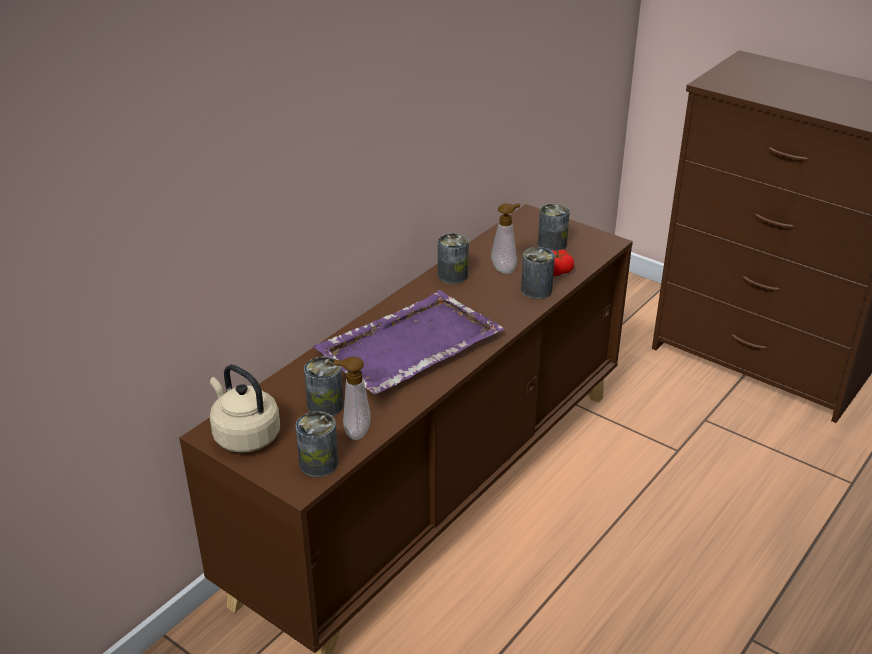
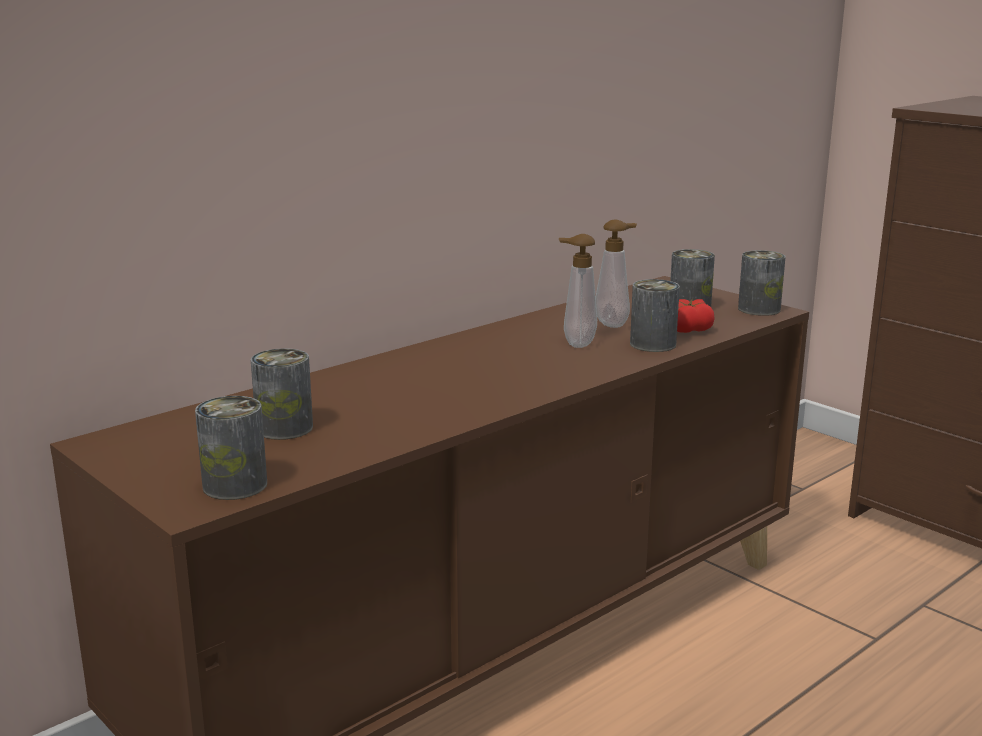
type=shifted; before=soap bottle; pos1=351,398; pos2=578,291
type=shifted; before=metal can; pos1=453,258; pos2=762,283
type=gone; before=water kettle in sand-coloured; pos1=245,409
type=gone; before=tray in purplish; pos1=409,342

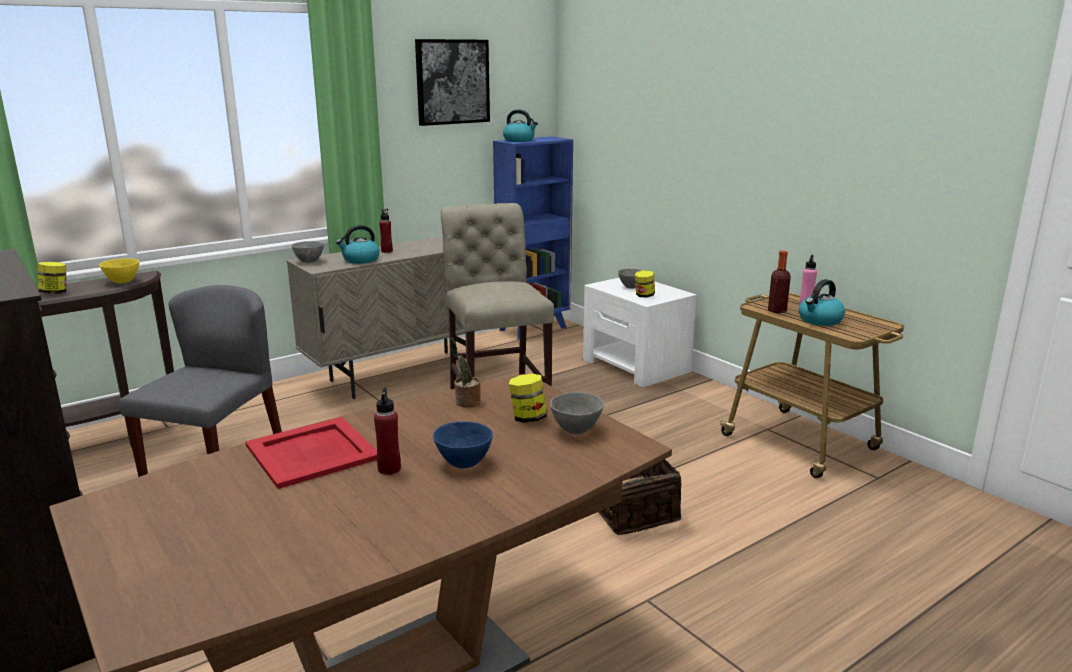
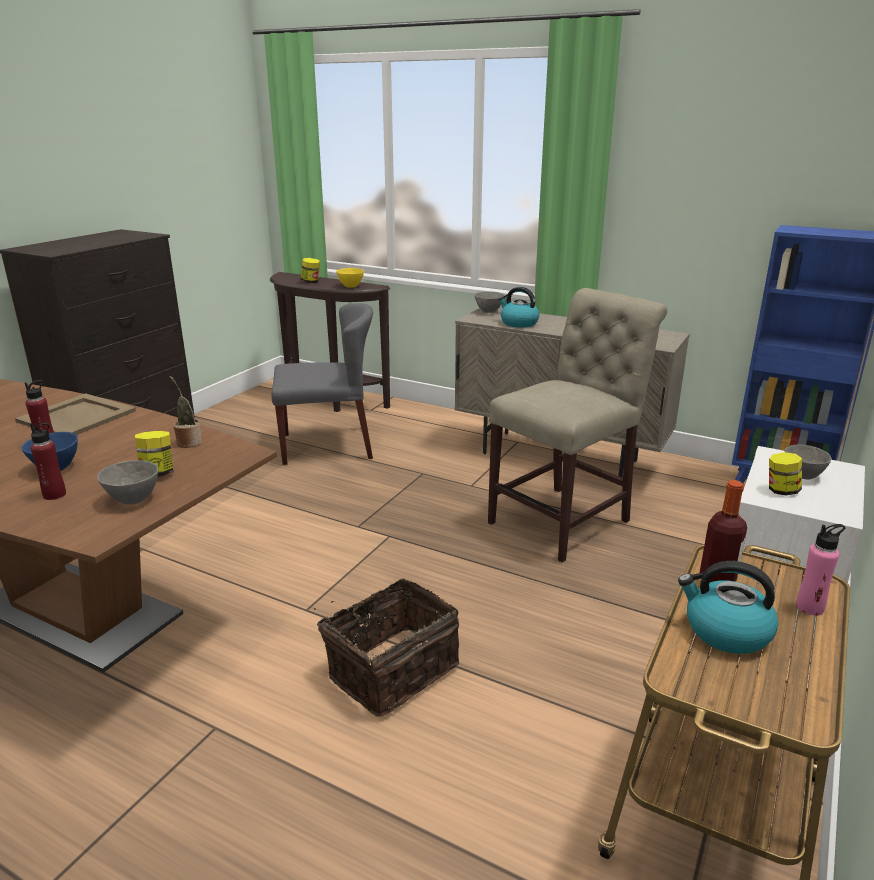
type=repainted; before=tray in reddish; after=tray in sand-coloured; pos1=311,453; pos2=75,414
type=shifted; before=drink bottle in reddish; pos1=386,231; pos2=48,461
type=gone; before=wall picture; pos1=452,82
type=gone; before=water kettle; pos1=520,125

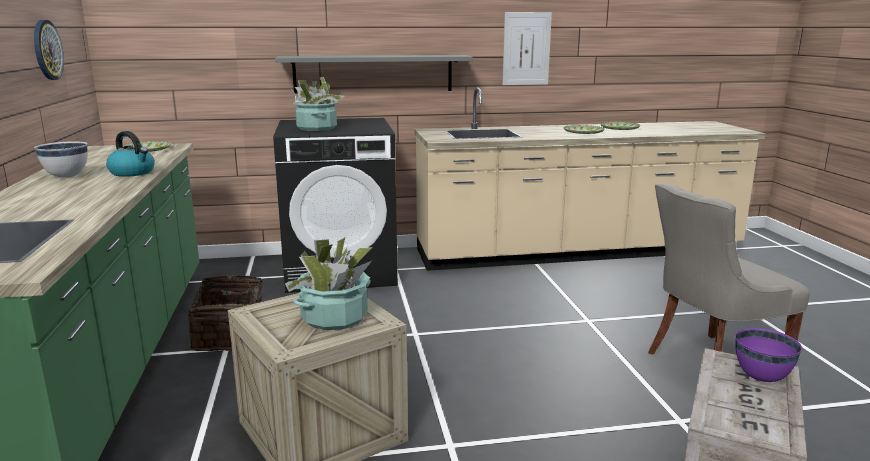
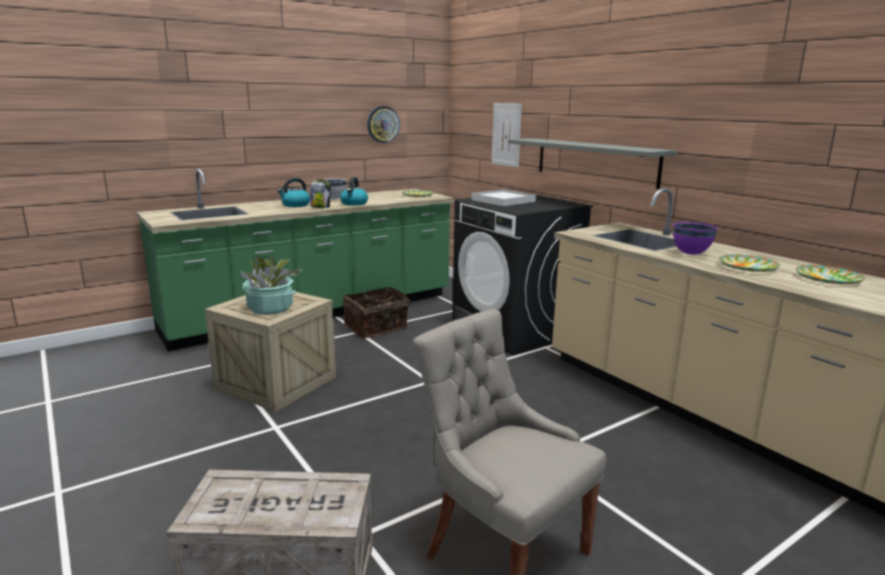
type=new; after=water kettle; pos2=293,192
type=new; after=storage jar; pos2=320,193
type=swapped; before=houseplant; after=tray in white-coloured; pos1=317,104; pos2=503,197
type=shifted; before=wall picture; pos1=527,48; pos2=506,135
type=shifted; before=serving bowl in purplish; pos1=768,355; pos2=695,238

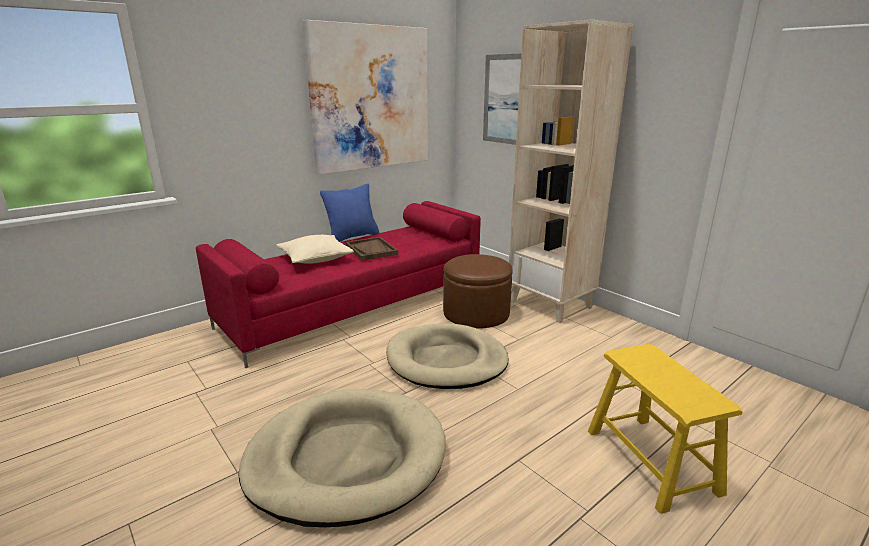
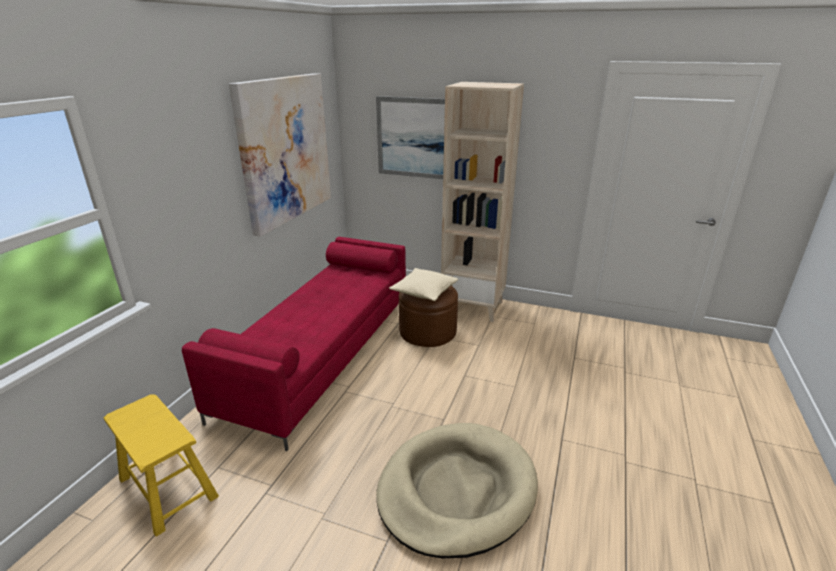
type=shifted; before=sitting stool in yellow-coloured; pos1=665,429; pos2=161,465
type=shifted; before=cushion in sand-coloured; pos1=315,249; pos2=423,284
type=gone; before=cushion in blue; pos1=349,212
type=gone; before=tray in brown; pos1=372,249
type=gone; before=dog bed in sand-coloured; pos1=447,356

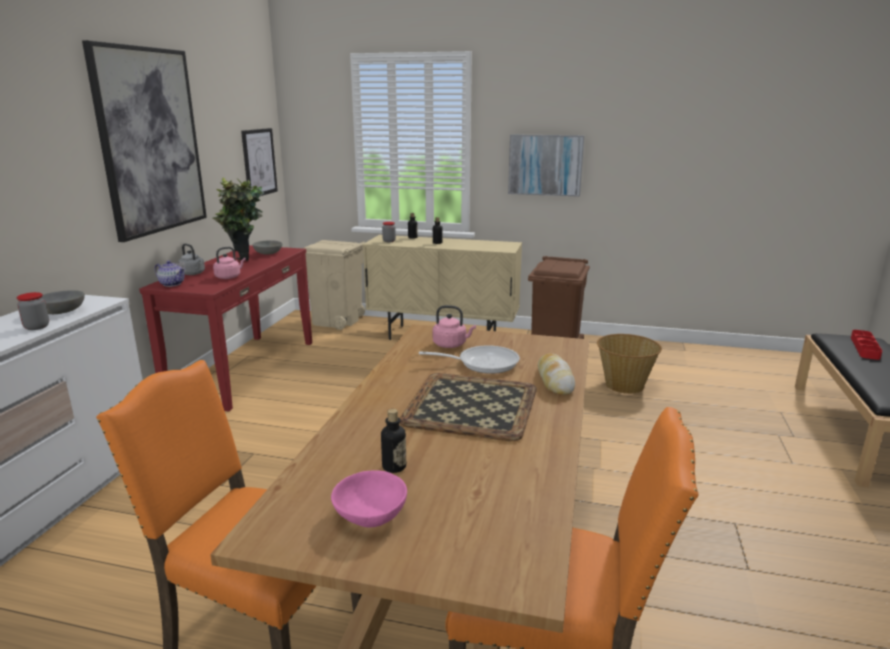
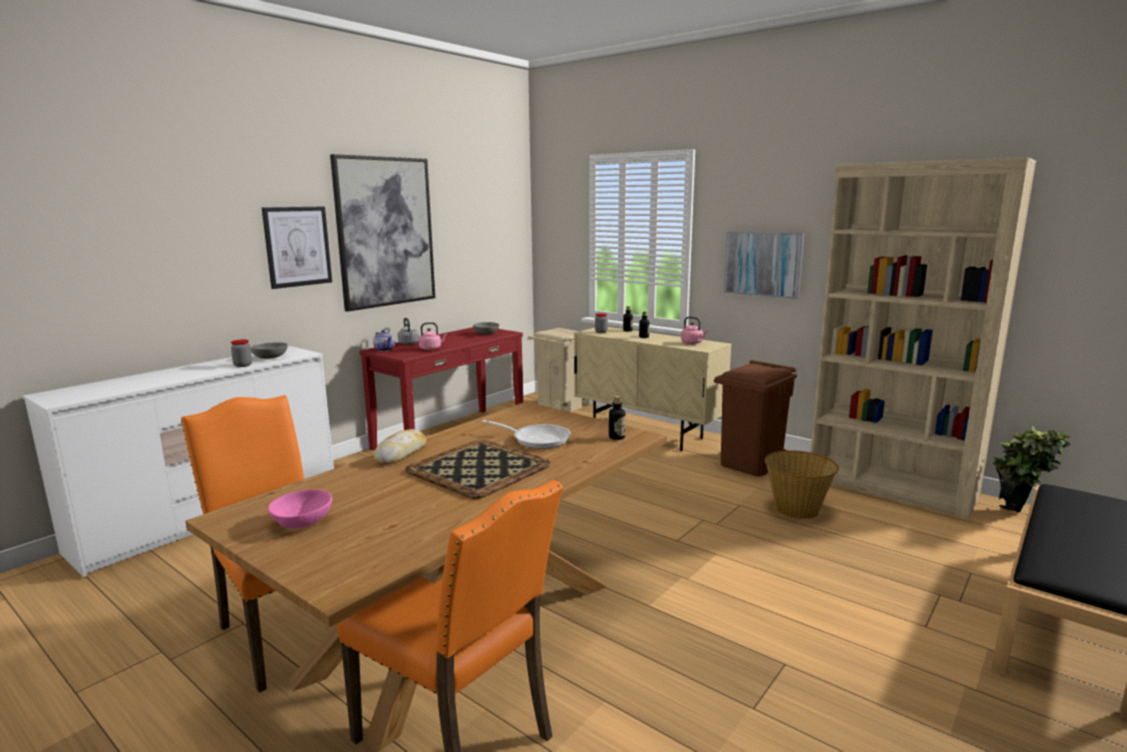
type=shifted; before=wall picture; pos1=259,162; pos2=297,248
type=shifted; before=bakery bread; pos1=556,374; pos2=400,446
type=shifted; before=drink bottle; pos1=393,441; pos2=617,418
type=shifted; before=water kettle in pink; pos1=454,326; pos2=694,330
type=new; after=bookshelf in sand-coloured; pos2=923,338
type=shifted; before=houseplant; pos1=238,219; pos2=1031,469
type=gone; before=tray in reddish; pos1=866,345

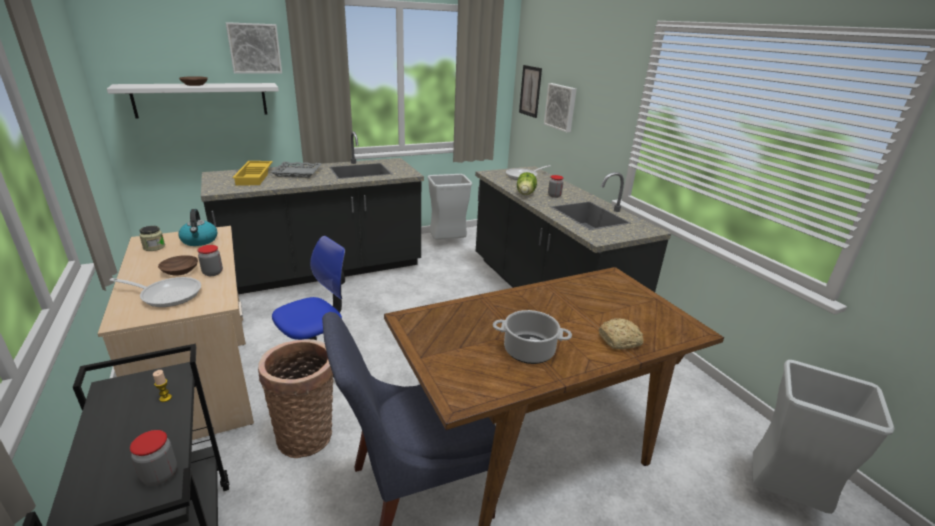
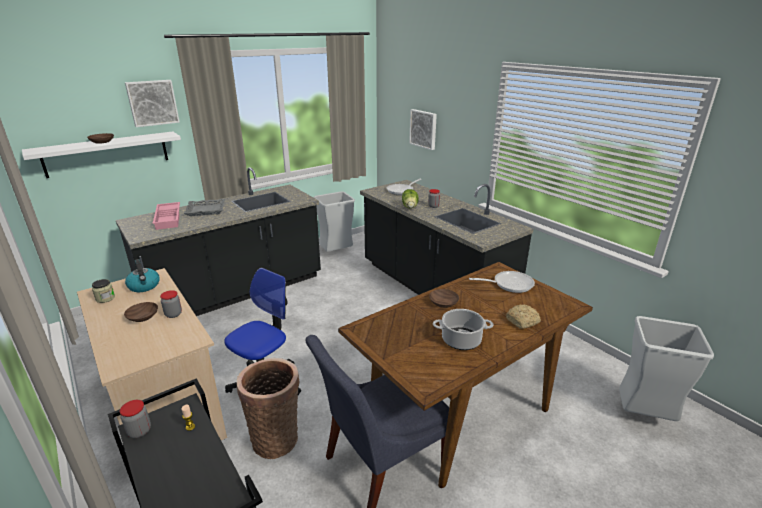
type=shifted; before=storage jar; pos1=153,458; pos2=135,419
type=repainted; before=tray in yellow-coloured; after=tray in pink; pos1=252,173; pos2=166,216
type=new; after=serving bowl in brown; pos2=444,298
type=shifted; before=skillet; pos1=155,292; pos2=502,282
type=gone; before=wall picture; pos1=530,91

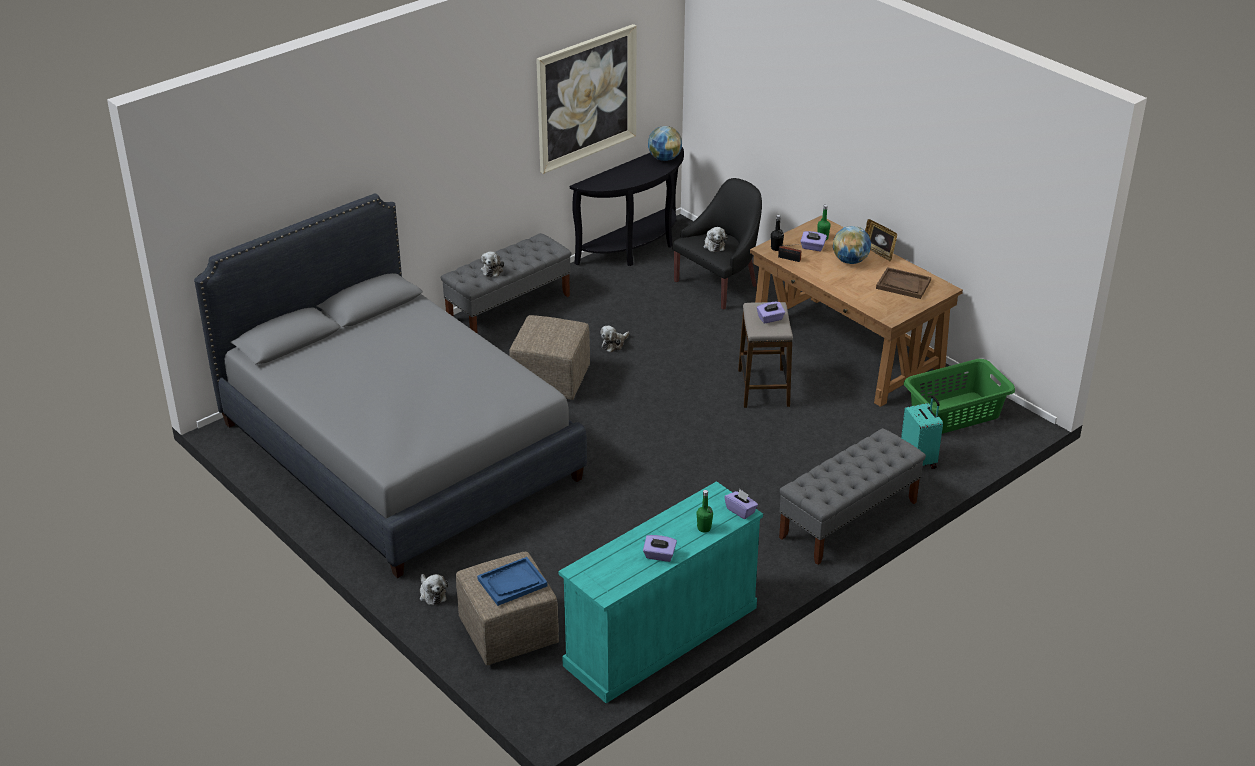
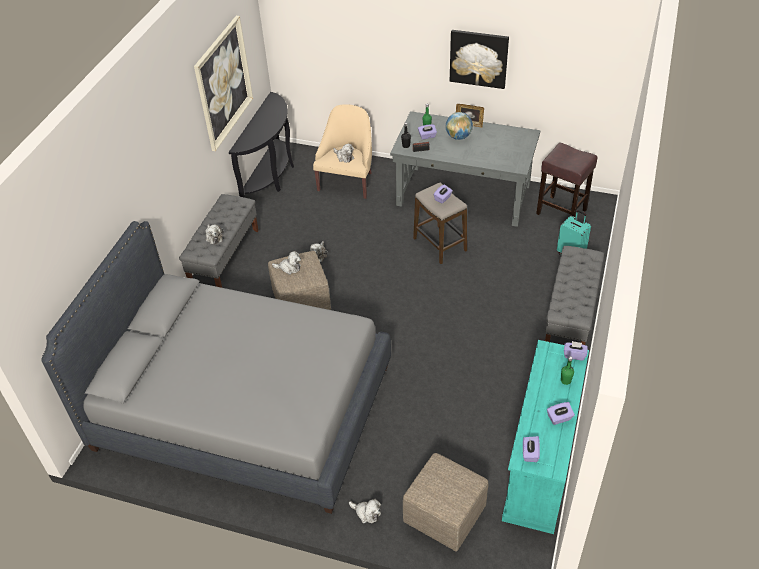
type=new; after=cuddly toy; pos2=286,263
type=repainted; before=lounge chair in black; after=lounge chair in sand-coloured; pos1=717,244; pos2=342,151
type=repainted; before=desk in brown; after=desk in grey; pos1=856,311; pos2=465,169
type=new; after=wall picture; pos2=479,59
type=new; after=tissue box in purplish; pos2=531,449
type=swapped; before=hamper in green; after=sitting stool in brown; pos1=959,396; pos2=567,180
type=gone; before=tray in blue; pos1=512,581
type=gone; before=desk globe; pos1=665,143
type=gone; before=tray in brown; pos1=903,283

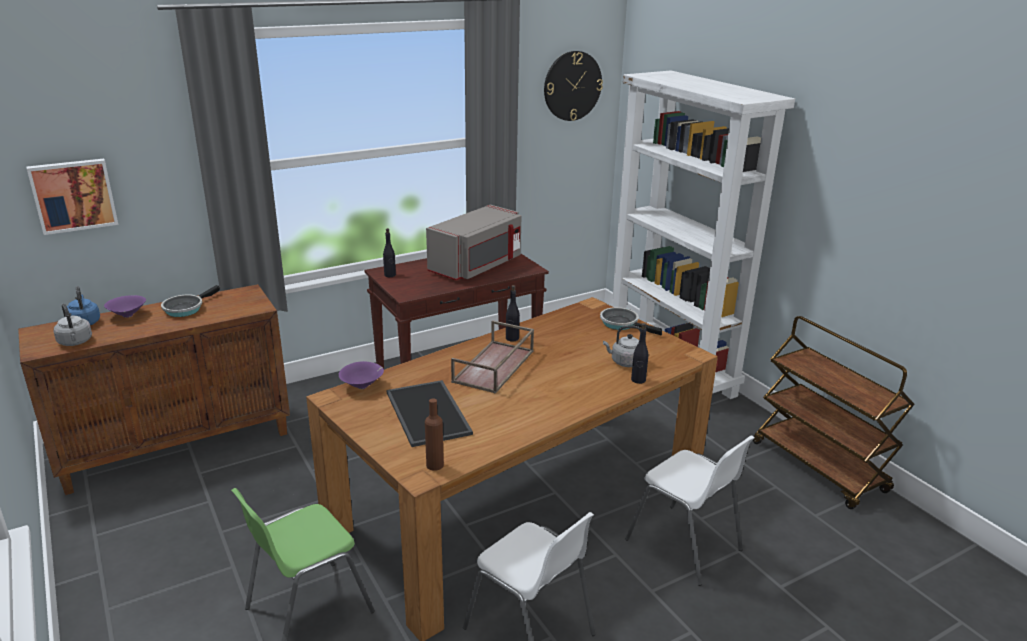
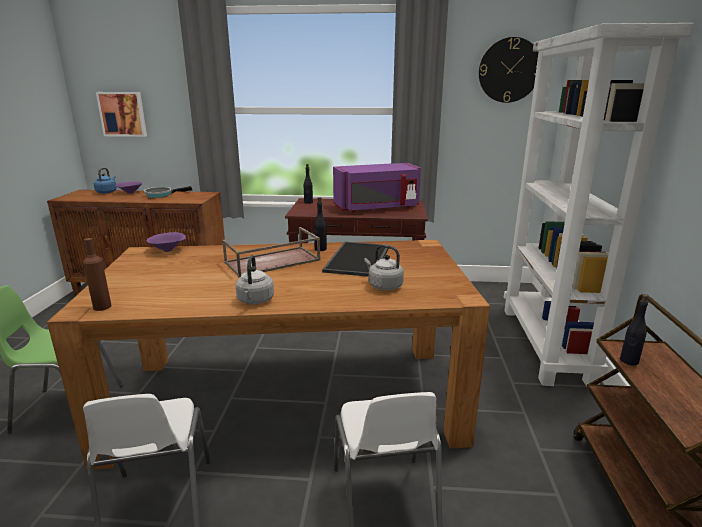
type=shifted; before=water kettle in grey; pos1=73,324; pos2=255,280
type=shifted; before=tray; pos1=429,413; pos2=355,259
type=repainted; before=microwave in grey; after=microwave in purplish; pos1=473,243; pos2=377,187
type=shifted; before=drink bottle in black; pos1=639,353; pos2=634,330
type=gone; before=skillet; pos1=631,321

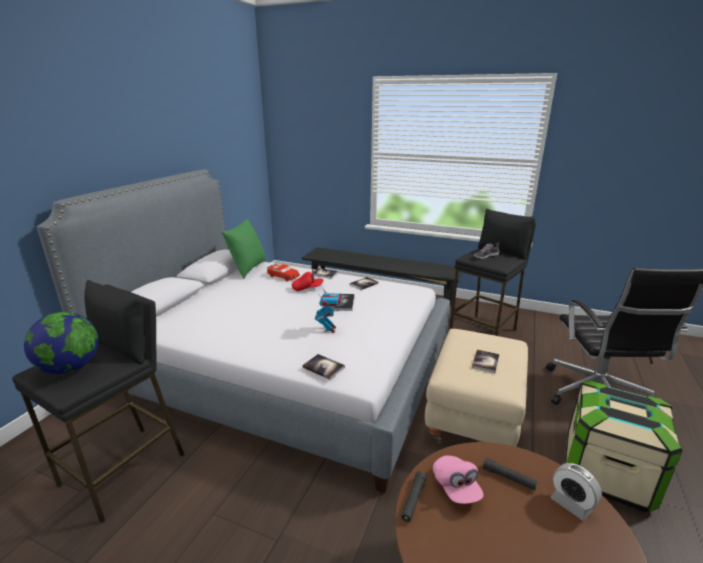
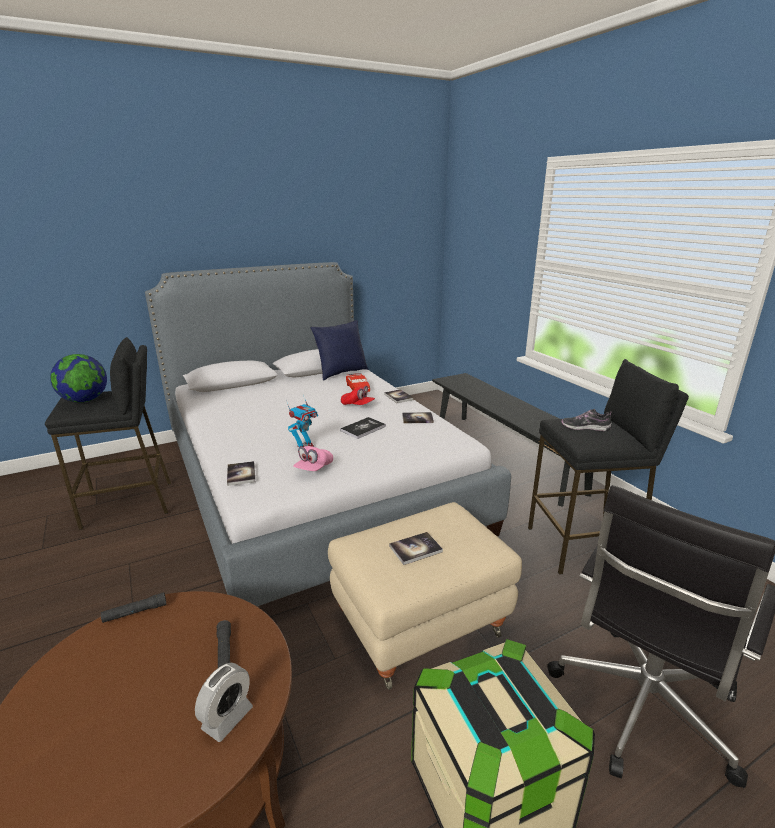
type=rotated; before=alarm clock; pos1=576,492; pos2=224,702; turn=-150
type=shifted; before=cap in pink; pos1=458,480; pos2=313,458
type=repainted; before=cushion in green; after=cushion in blue; pos1=243,249; pos2=339,350

